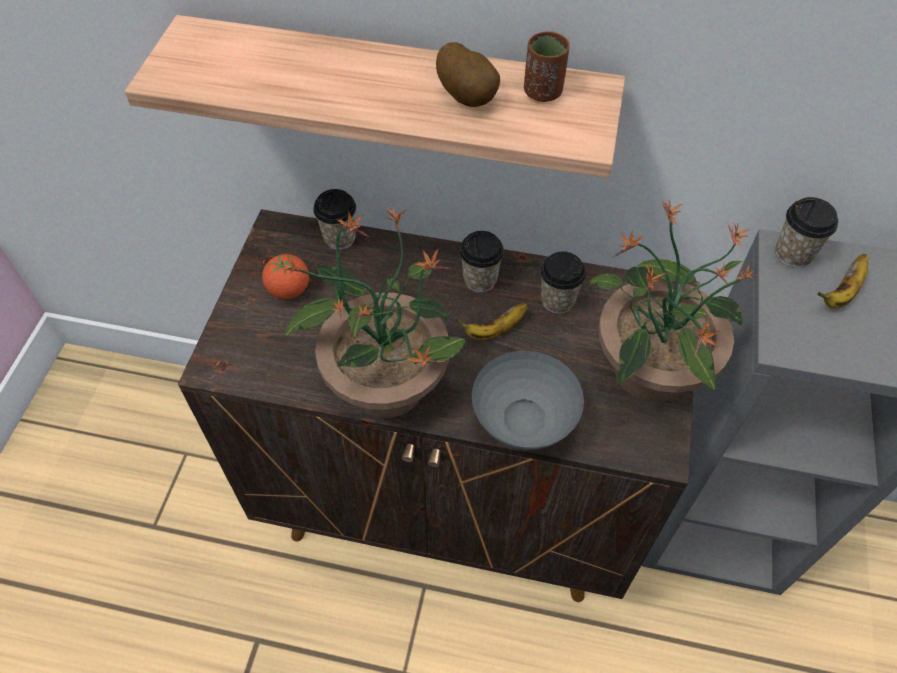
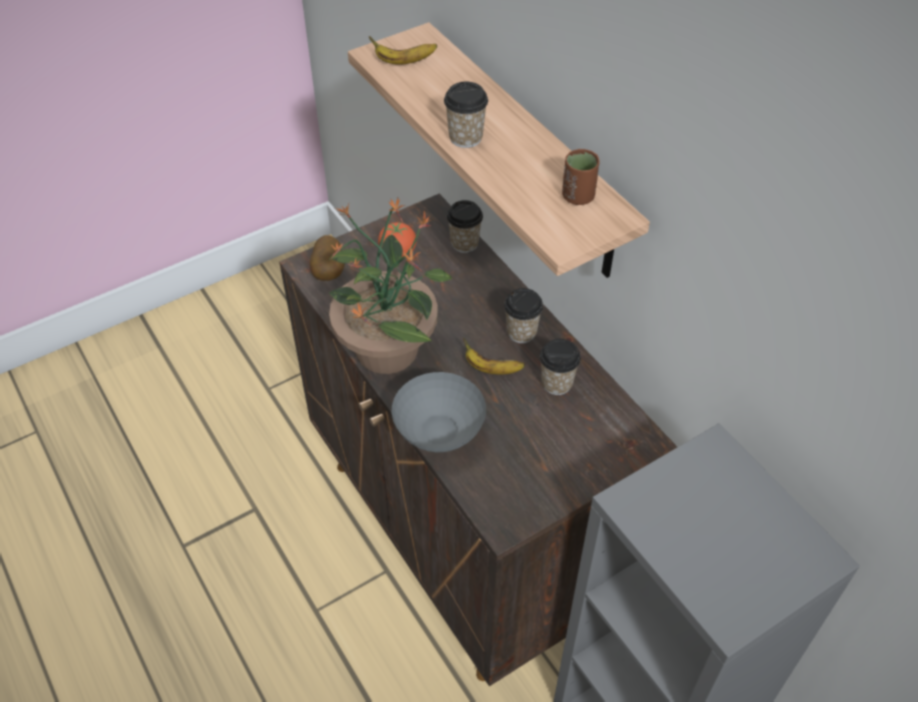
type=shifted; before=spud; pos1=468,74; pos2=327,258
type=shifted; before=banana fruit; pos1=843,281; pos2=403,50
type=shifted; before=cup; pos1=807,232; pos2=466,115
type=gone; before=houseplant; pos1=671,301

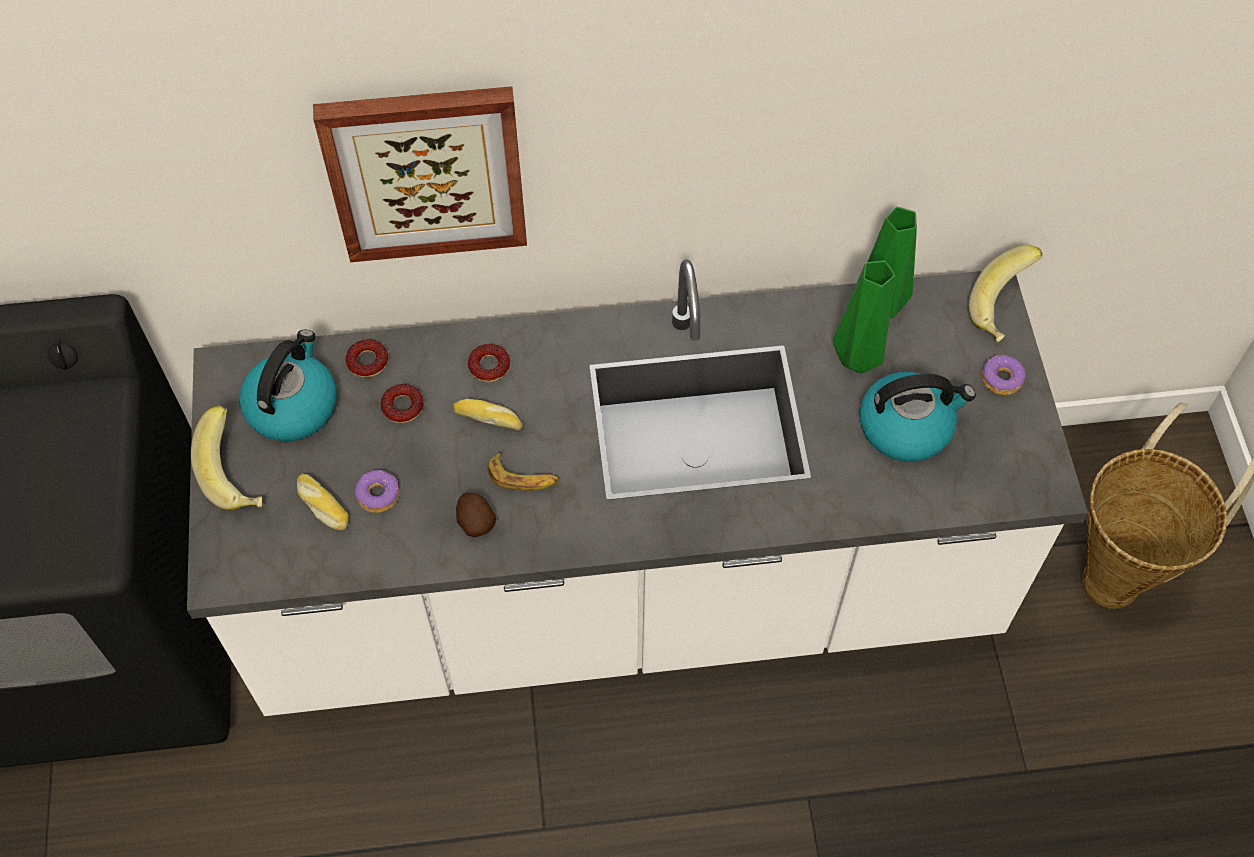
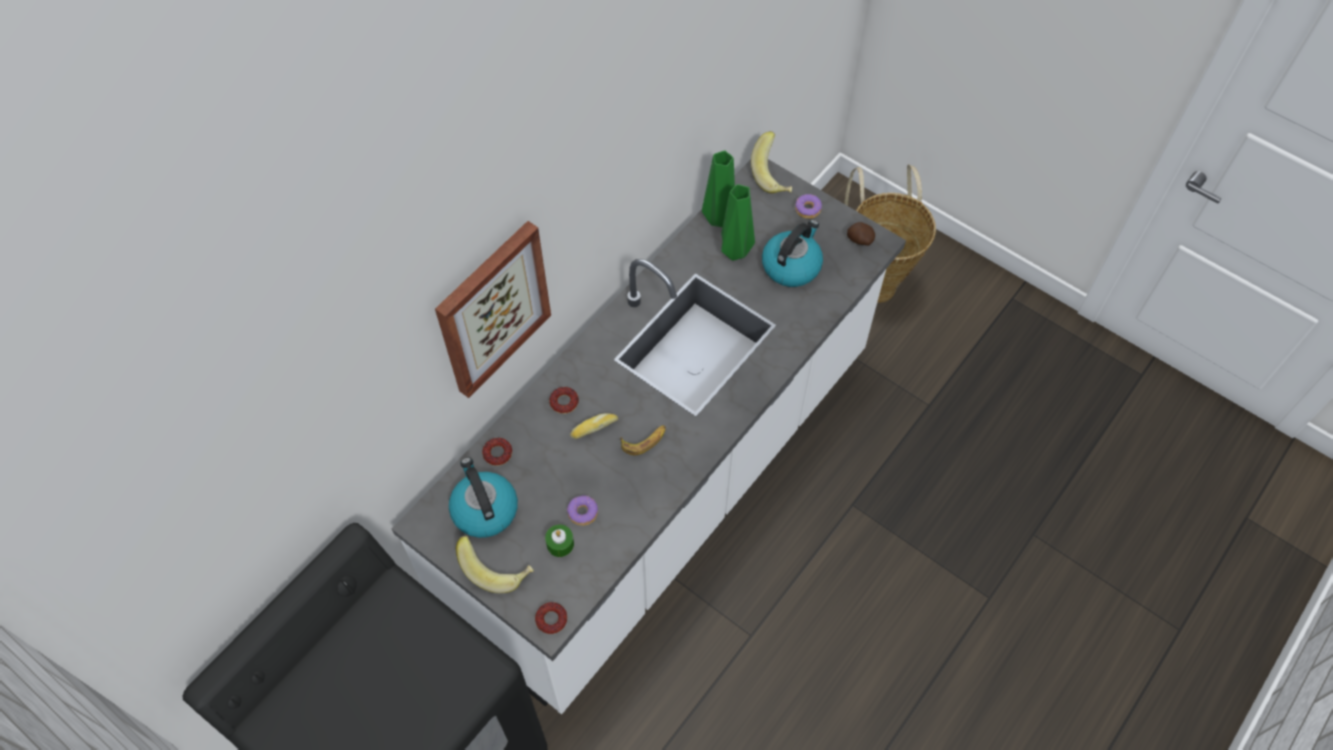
type=shifted; before=ring doughnut; pos1=402,403; pos2=551,618
type=swapped; before=bakery bread; after=wax candle in green; pos1=323,502; pos2=559,541
type=shifted; before=spud; pos1=476,515; pos2=861,234

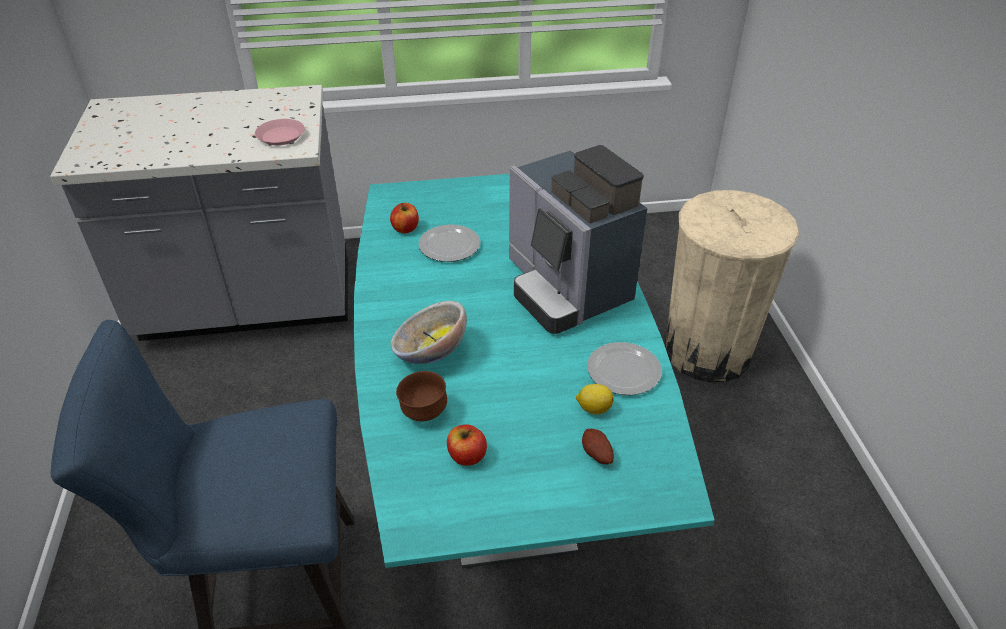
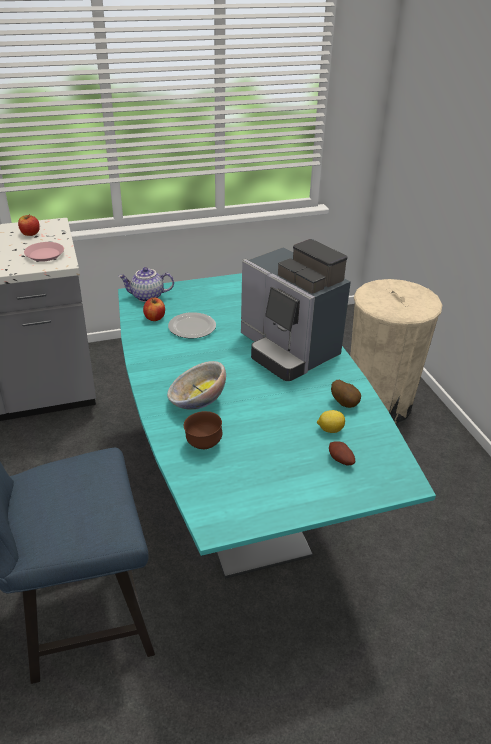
type=shifted; before=apple fruit; pos1=467,445; pos2=29,225
type=new; after=tea pot; pos2=146,284
type=swapped; before=dinner plate; after=spud; pos1=624,368; pos2=346,394

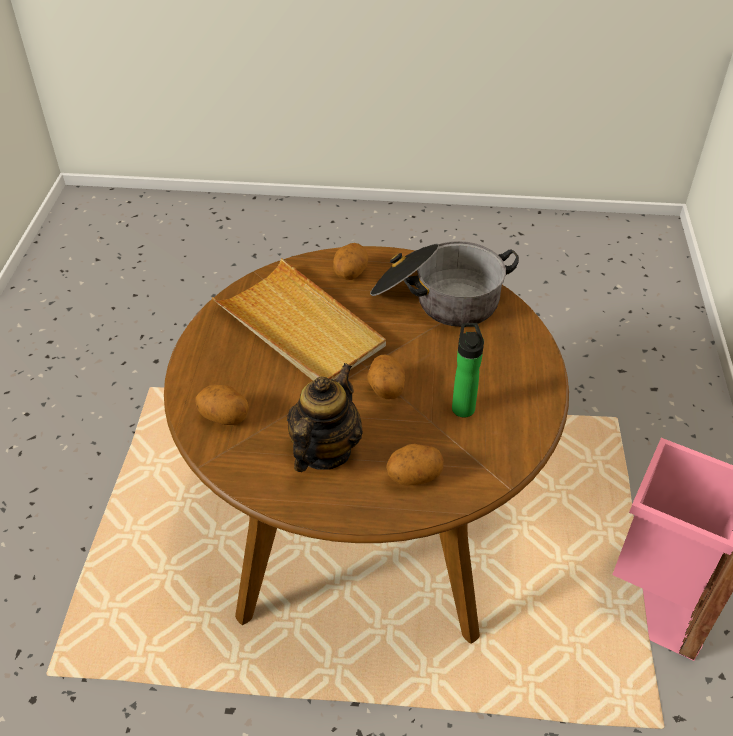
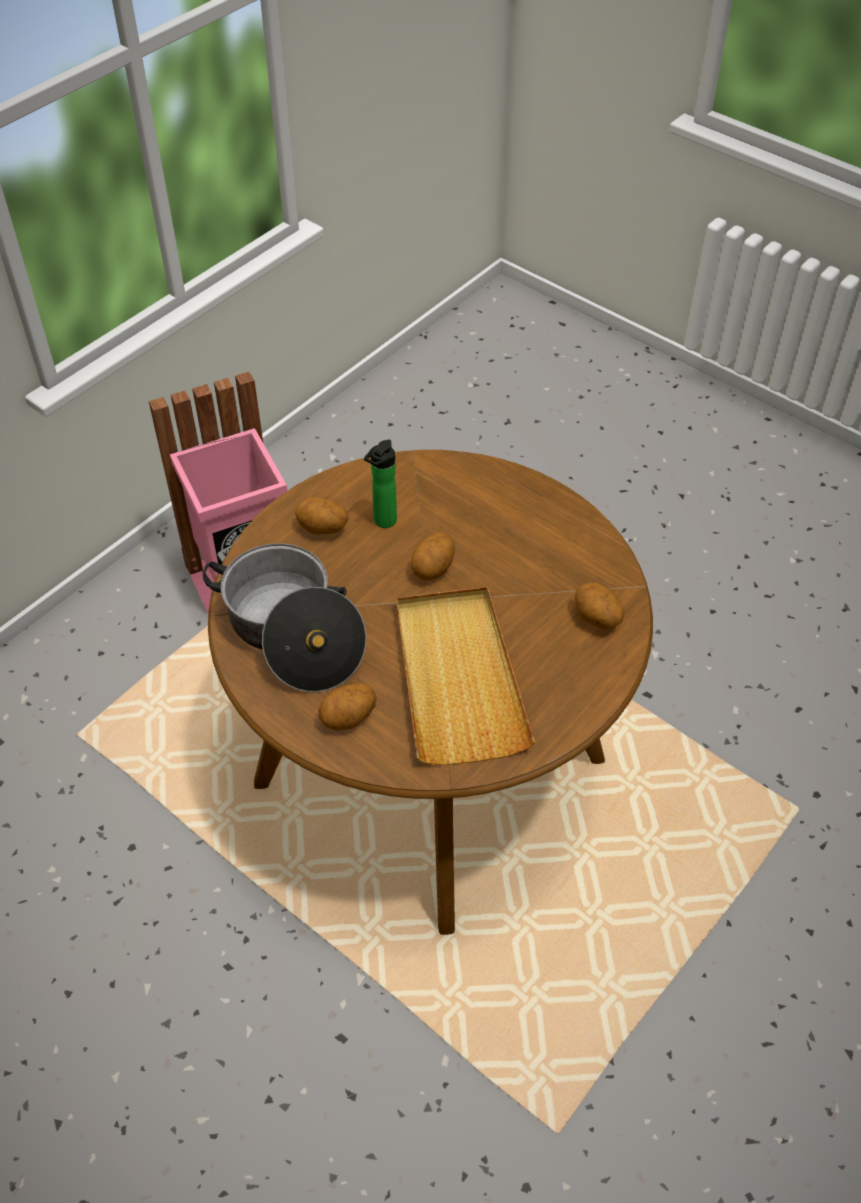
type=shifted; before=spud; pos1=415,465; pos2=322,515
type=gone; before=tea pot; pos1=325,417

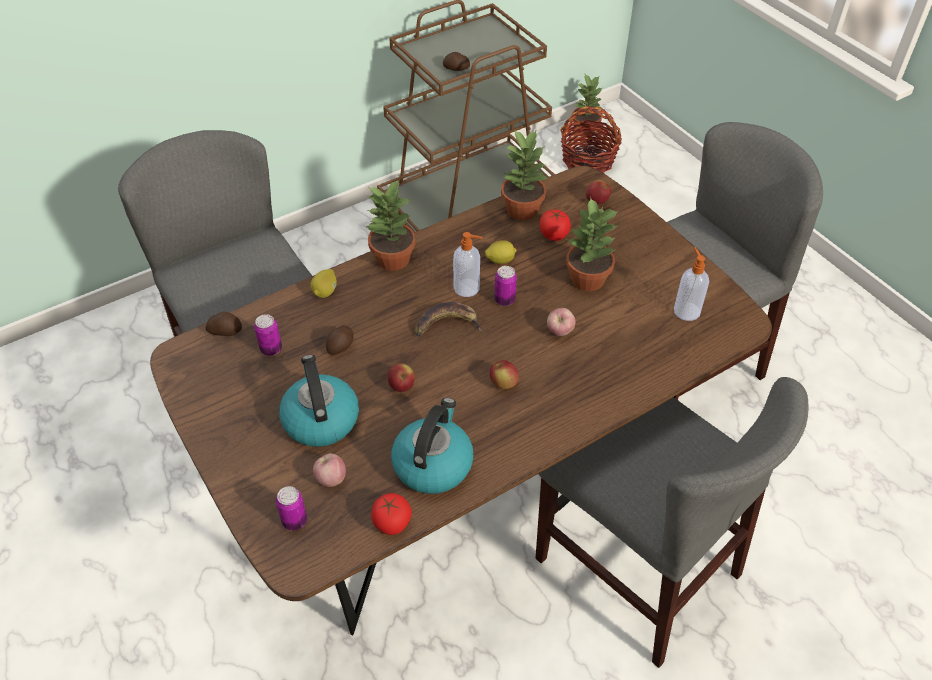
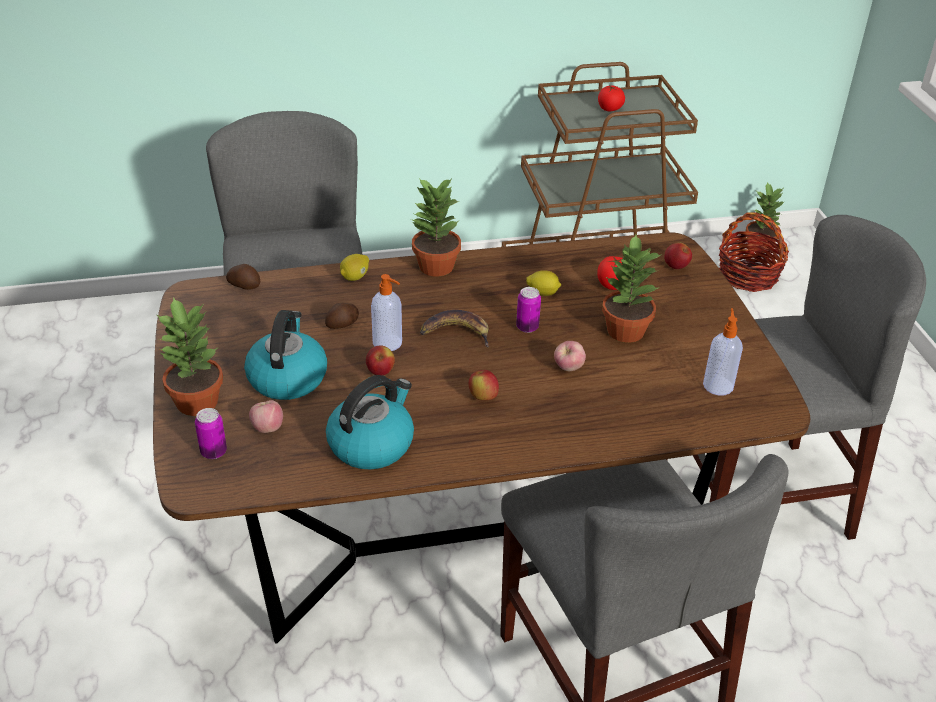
type=shifted; before=houseplant; pos1=524,174; pos2=190,356
type=shifted; before=soap bottle; pos1=468,264; pos2=386,312
type=shifted; before=fresh tomato; pos1=391,514; pos2=611,98
type=gone; before=metal can; pos1=268,335
type=gone; before=spud; pos1=456,61

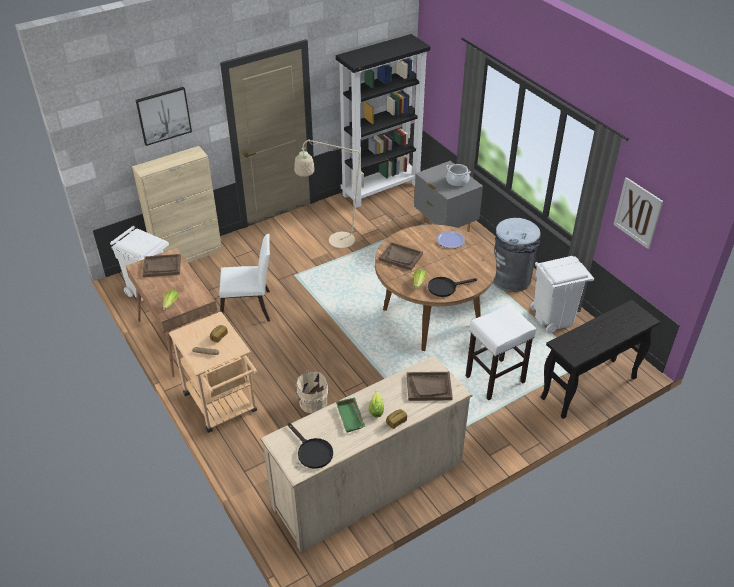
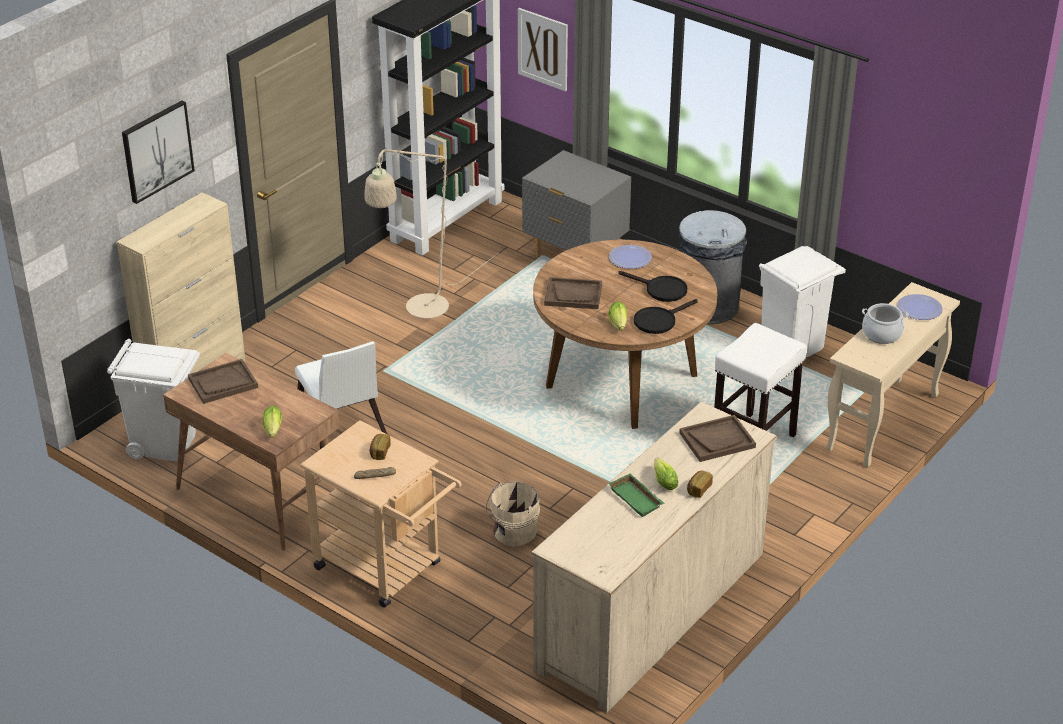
type=rotated; before=chair in white-coloured; pos1=244,278; pos2=341,395; turn=90
type=shifted; before=wall picture; pos1=638,213; pos2=543,49
type=shifted; before=skillet in black; pos1=310,446; pos2=653,286
type=repainted; before=hall table in black; after=hall table in sand-coloured; pos1=600,359; pos2=893,375
type=shifted; before=stockpot; pos1=458,175; pos2=885,323
type=new; after=dinner plate; pos2=920,307

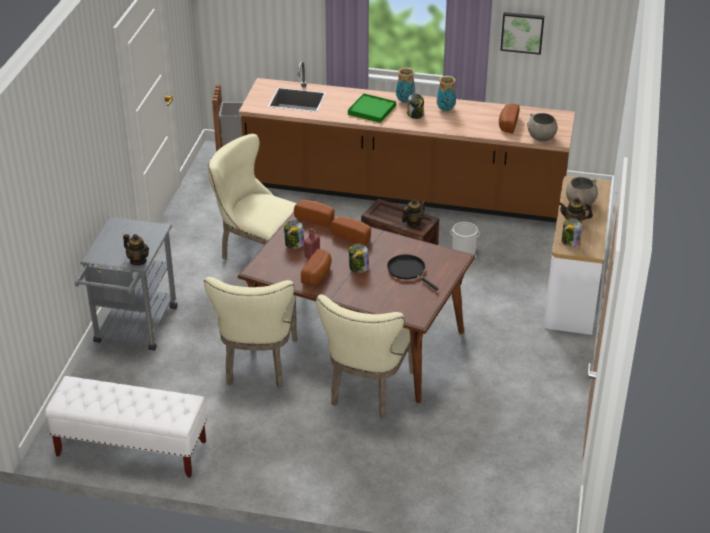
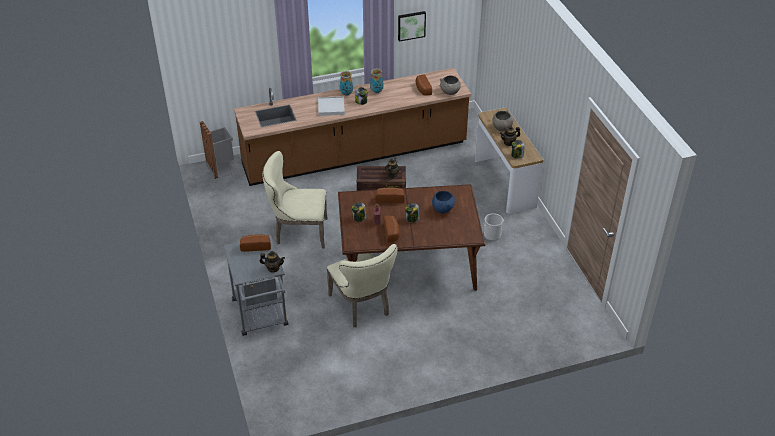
type=shifted; before=bakery bread; pos1=314,213; pos2=255,243
type=repainted; before=tray in green; after=tray in white-coloured; pos1=372,108; pos2=331,106
type=swapped; before=skillet in black; after=serving bowl in blue; pos1=413,272; pos2=443,202
type=shifted; before=bucket; pos1=465,238; pos2=494,227
type=gone; before=bench in white-coloured; pos1=126,427
type=gone; before=chair in sand-coloured; pos1=364,356

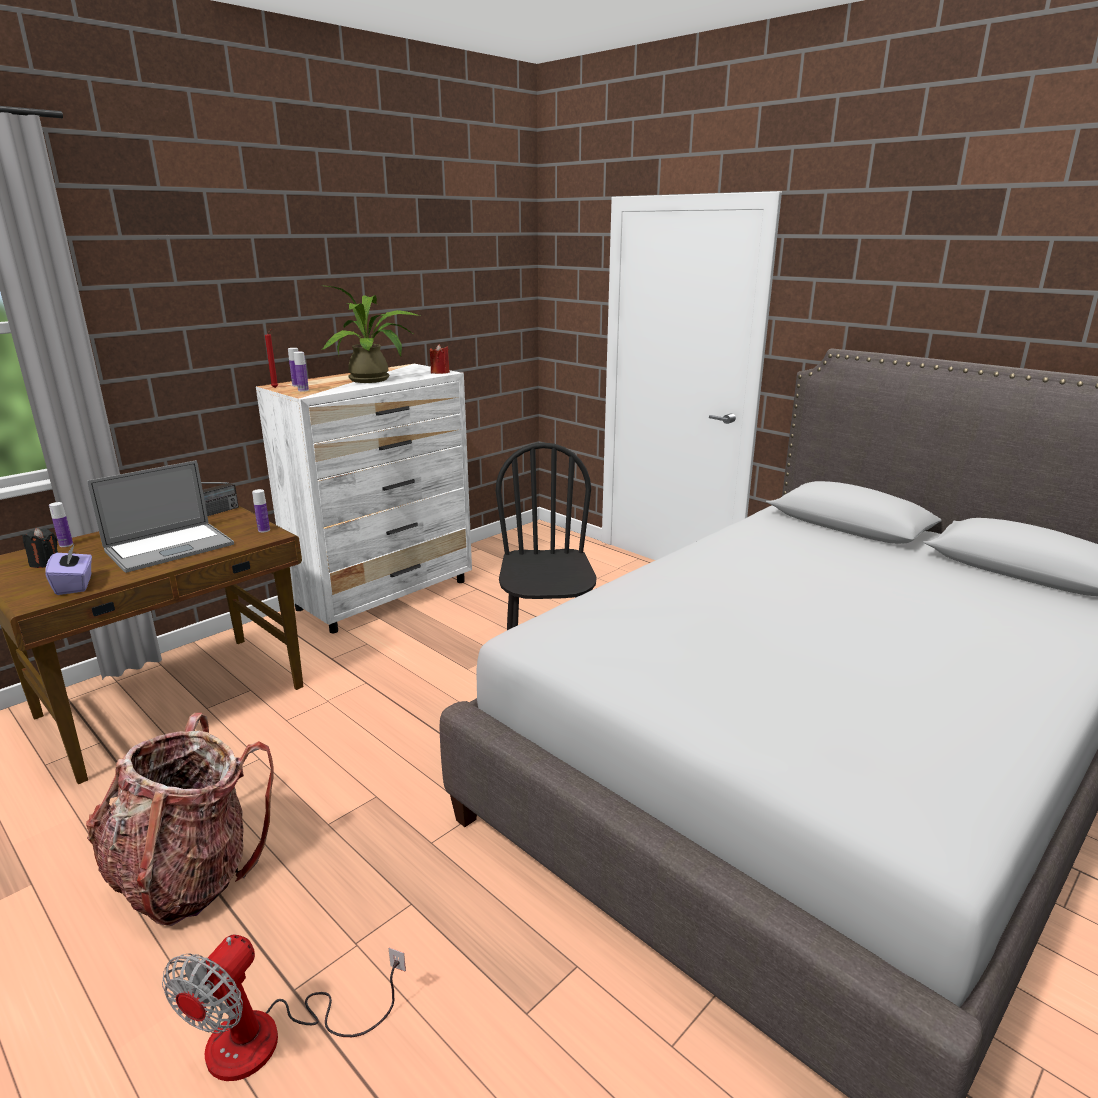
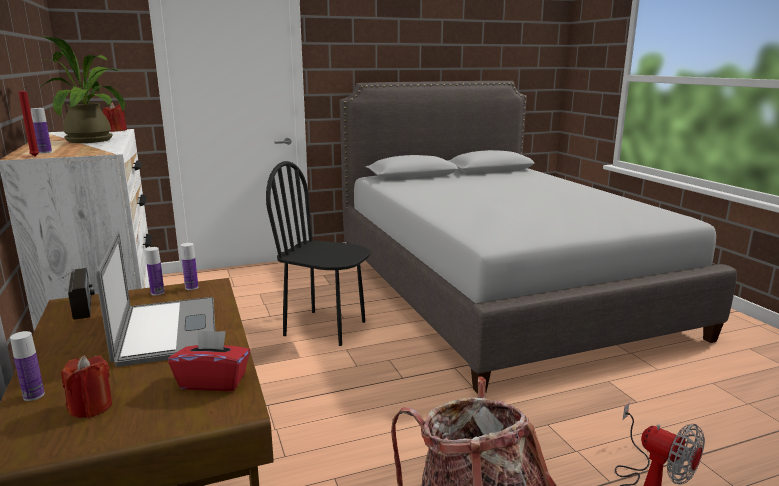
type=repainted; before=wax candle in black; after=wax candle in reddish; pos1=40,548; pos2=86,386
type=shifted; before=drink bottle; pos1=301,372; pos2=154,271
type=repainted; before=tissue box in purplish; after=tissue box in reddish; pos1=68,569; pos2=209,360

